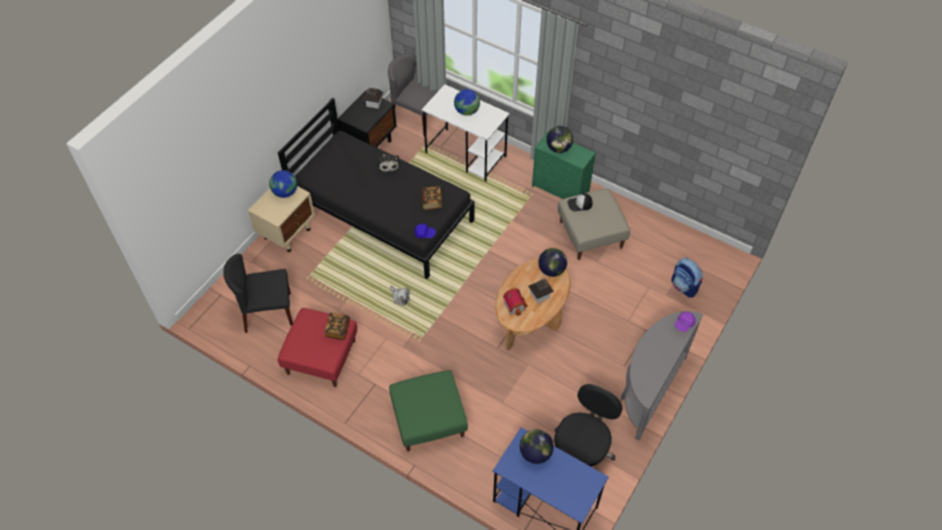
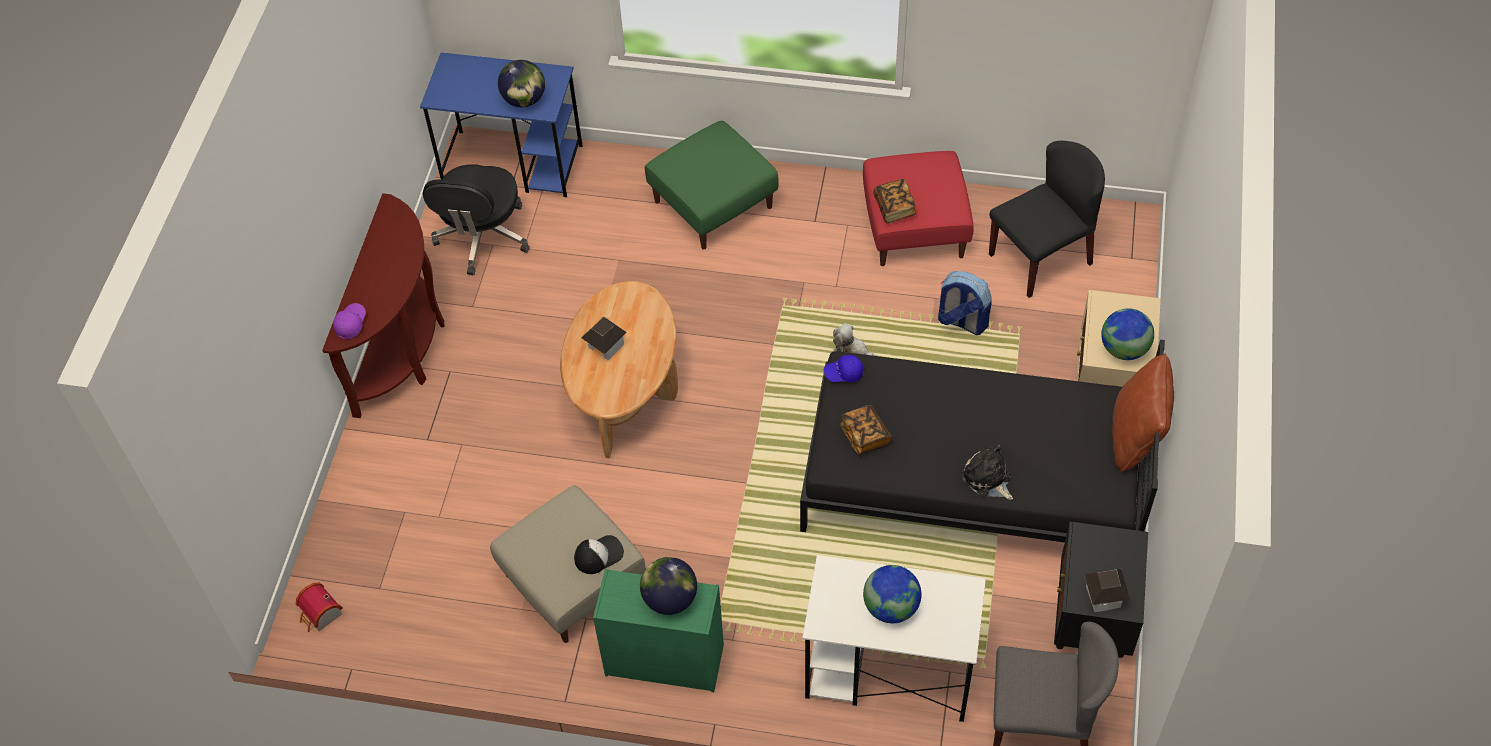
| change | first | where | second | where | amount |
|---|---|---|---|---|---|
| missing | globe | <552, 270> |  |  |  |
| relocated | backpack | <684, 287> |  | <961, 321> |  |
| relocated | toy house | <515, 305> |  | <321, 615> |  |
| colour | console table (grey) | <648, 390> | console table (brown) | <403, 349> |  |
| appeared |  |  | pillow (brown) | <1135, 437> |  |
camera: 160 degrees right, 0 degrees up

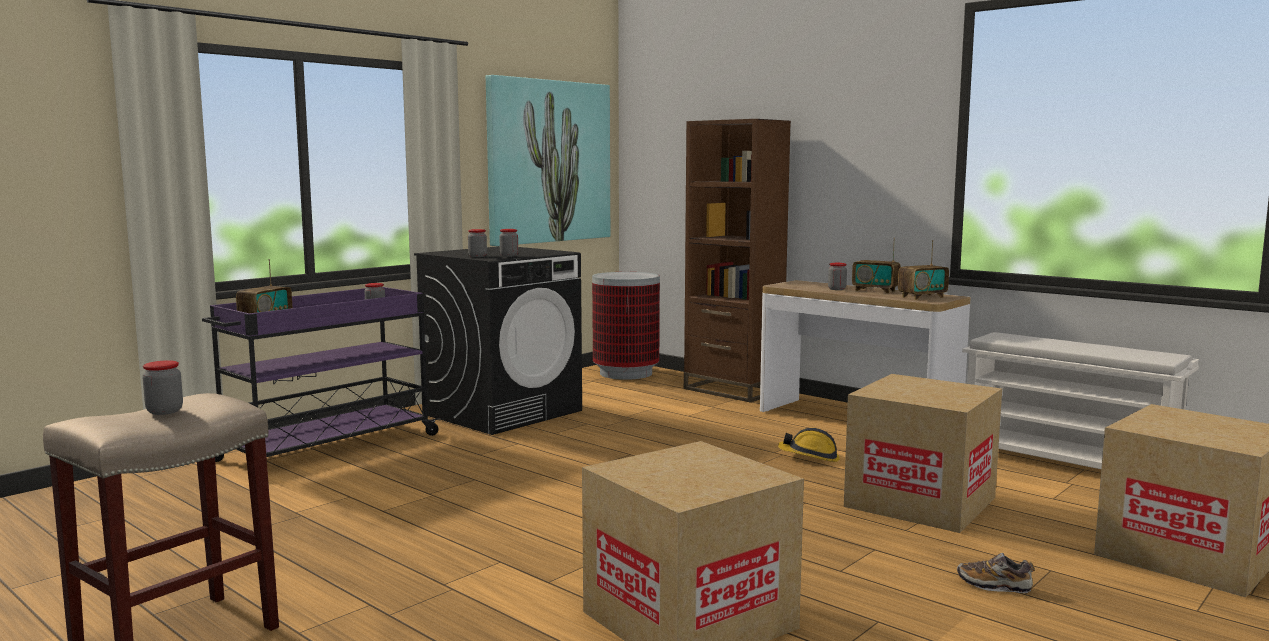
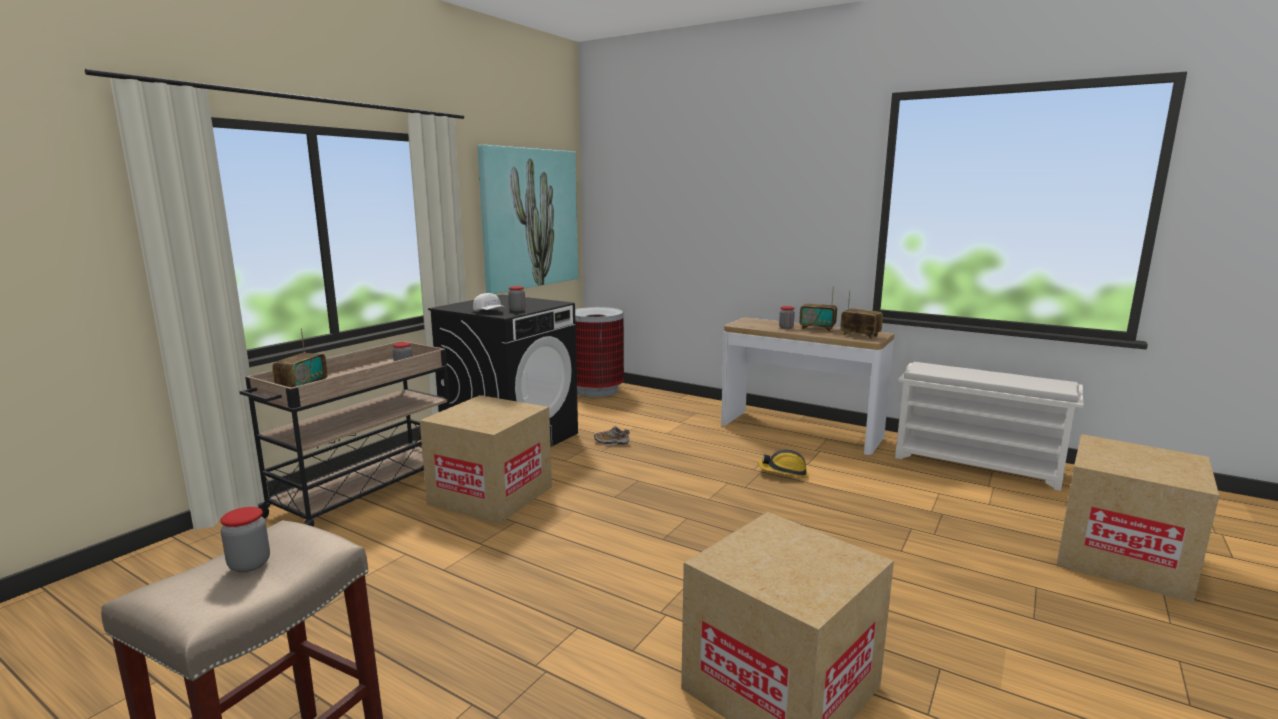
| change | first | where | second | where | amount |
|---|---|---|---|---|---|
| missing | bookcase (brown) | <733, 390> |  |  |  |
| exchanged | jar | <477, 256> | cap (white) | <489, 311> |  |
| spun | radio | <922, 297> |  | <860, 335> | 105 degrees counterclockwise |
| colour | cart (purple) | <326, 448> | cart (beige) | <365, 493> |  |
| relocated | cardboard box | <920, 502> |  | <491, 495> |  |
| relocated | shoe | <994, 585> |  | <612, 442> |  |
camera: 10 degrees left, 5 degrees up

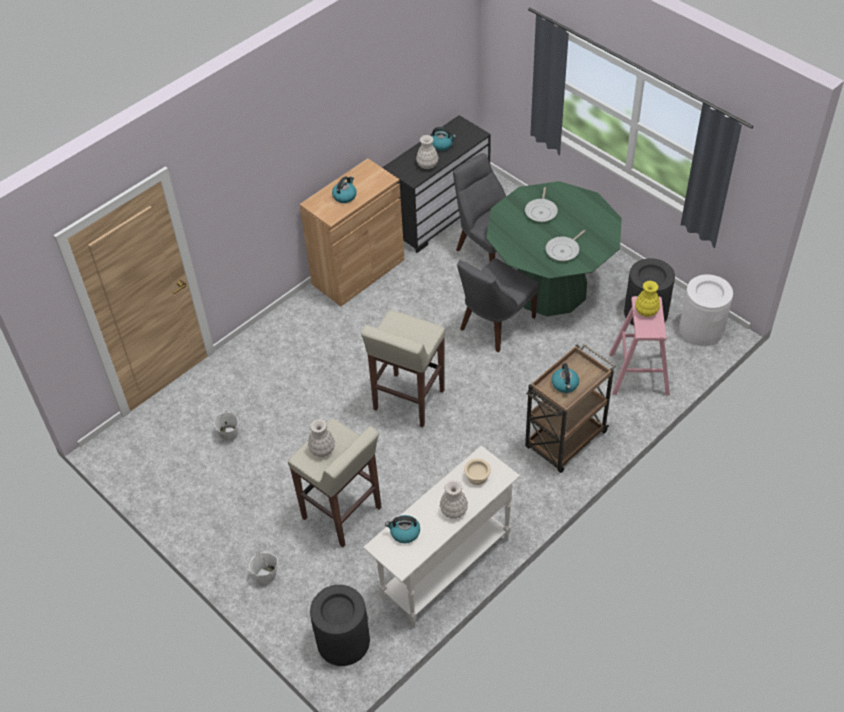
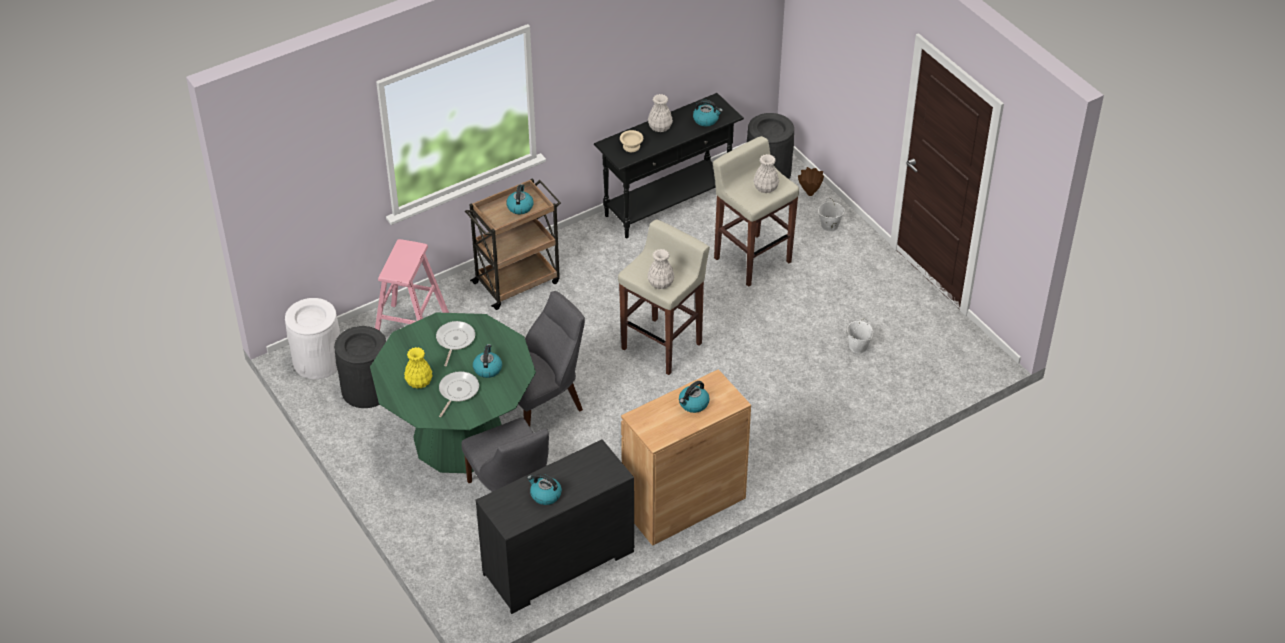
| change | first | where | second | where | amount |
|---|---|---|---|---|---|
| relocated | vase (white) | <427, 164> |  | <661, 284> |  |
| spun | frying pan | <564, 250> |  | <454, 340> | 45 degrees counterclockwise |
| relocated | vase (yellow) | <646, 311> |  | <419, 382> |  |
| colour | console table (white) | <445, 569> | console table (black) | <668, 204> |  |
| appeared |  |  | vase (brown) | <810, 193> |  |
| appeared |  |  | kettle | <487, 368> |  |
camera: 170 degrees left, 5 degrees down

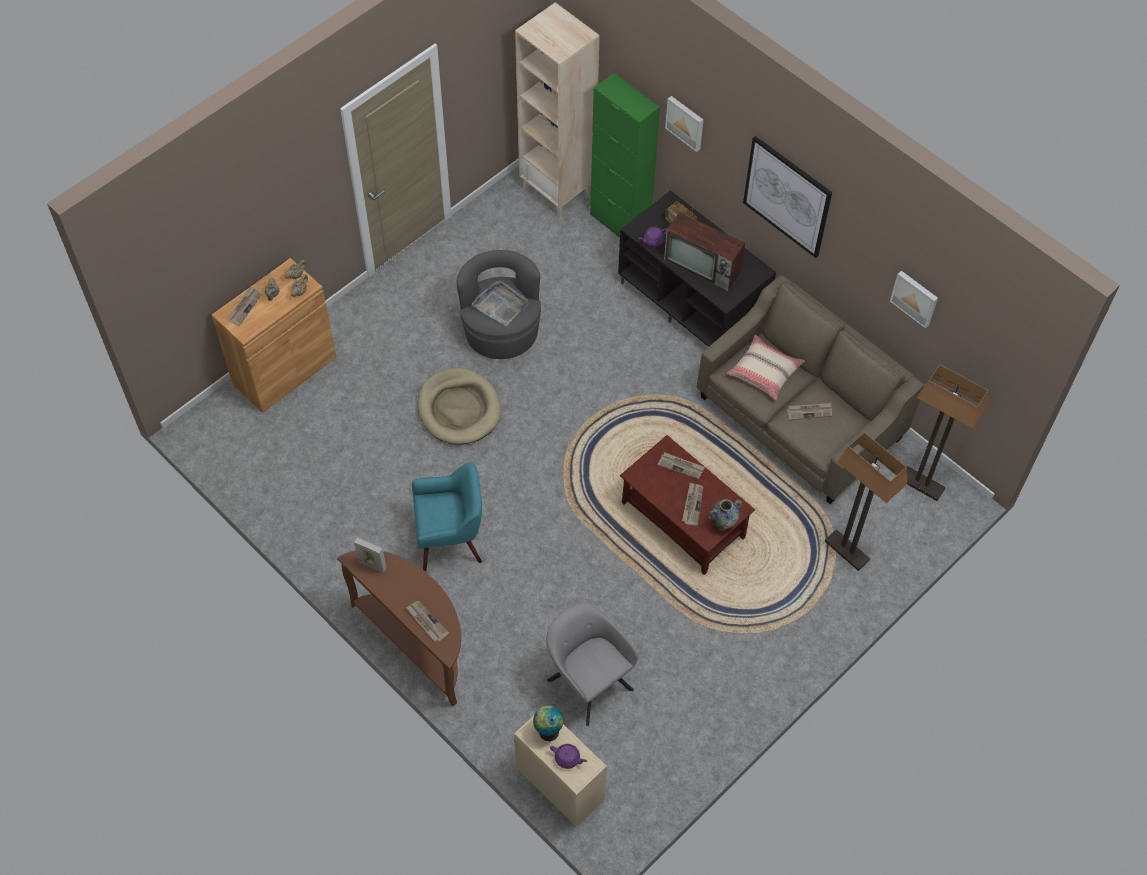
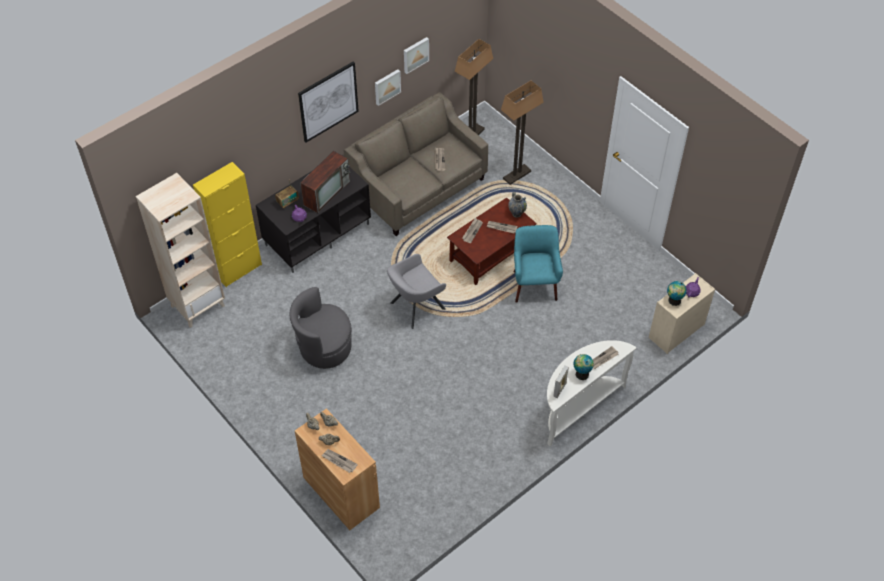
| change | first | where | second | where | amount |
|---|---|---|---|---|---|
| colour | cabinet (green) | <620, 224> | cabinet (yellow) | <238, 269> |  |
| relocated | picture | <685, 122> |  | <387, 86> |  |
| missing | tray (grey) | <501, 304> |  |  |  |
| missing | pillow (beige) | <764, 372> |  |  |  |
| missing | dog bed (beige) | <459, 409> |  |  |  |
| relocated | armchair (turquoise) | <450, 540> |  | <534, 285> |  |
| colour | console table (brown) | <417, 642> | console table (white) | <578, 407> |  |
| relocated | armchair (grey) | <587, 681> |  | <415, 307> |  |
| appeared |  |  | globe | <581, 373> |  |
camera: 85 degrees left, 5 degrees down

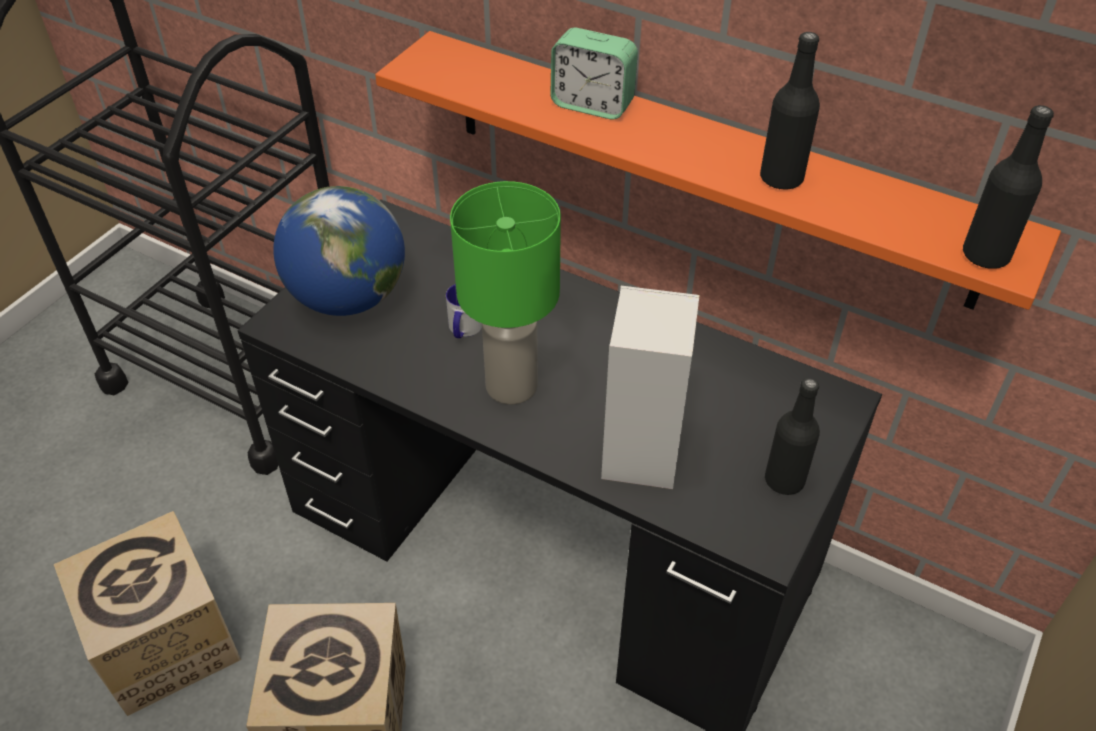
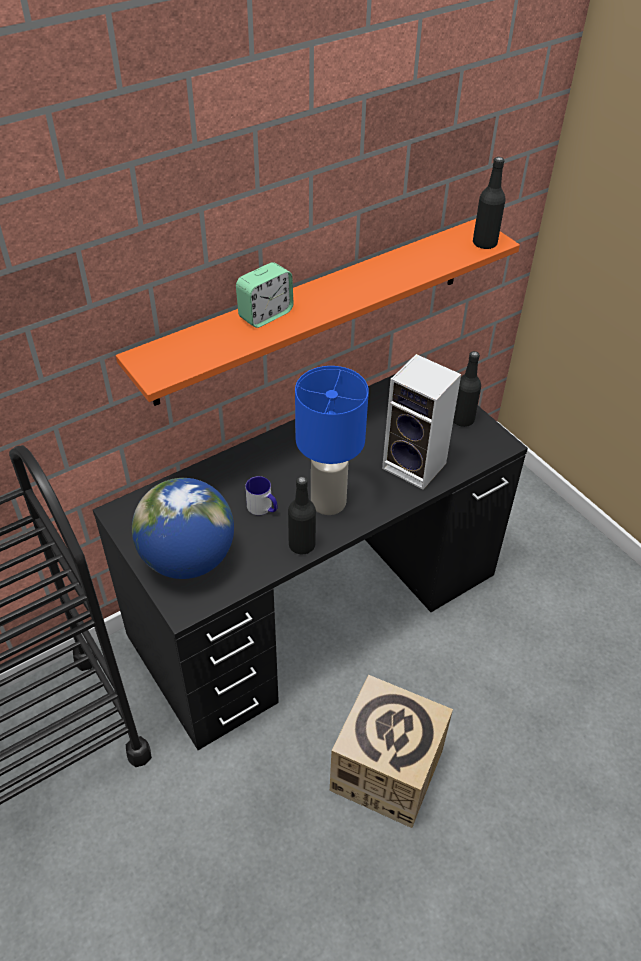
| change | first | where | second | where | amount |
|---|---|---|---|---|---|
| relocated | bottle (black) | <781, 178> |  | <302, 545> |  |
| colour | table lamp (green) | <512, 385> | table lamp (blue) | <327, 502> |  |
| missing | cardboard box | <165, 642> |  |  |  |
camera: 65 degrees left, 0 degrees up

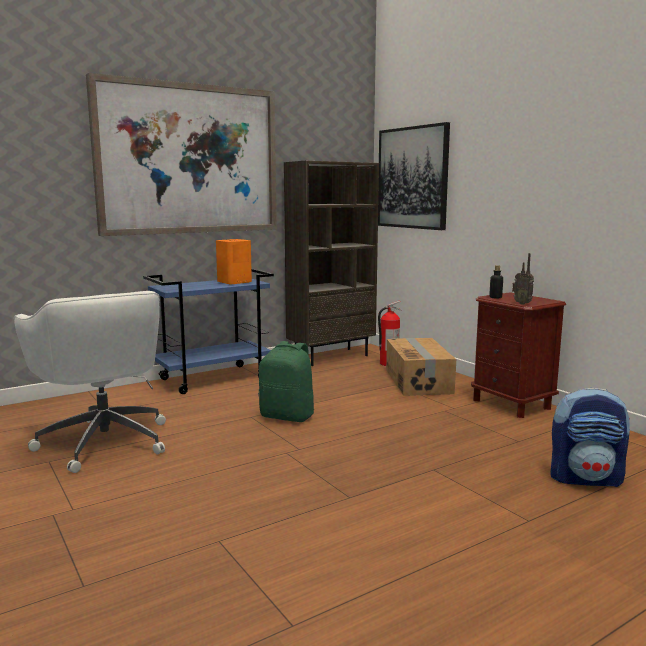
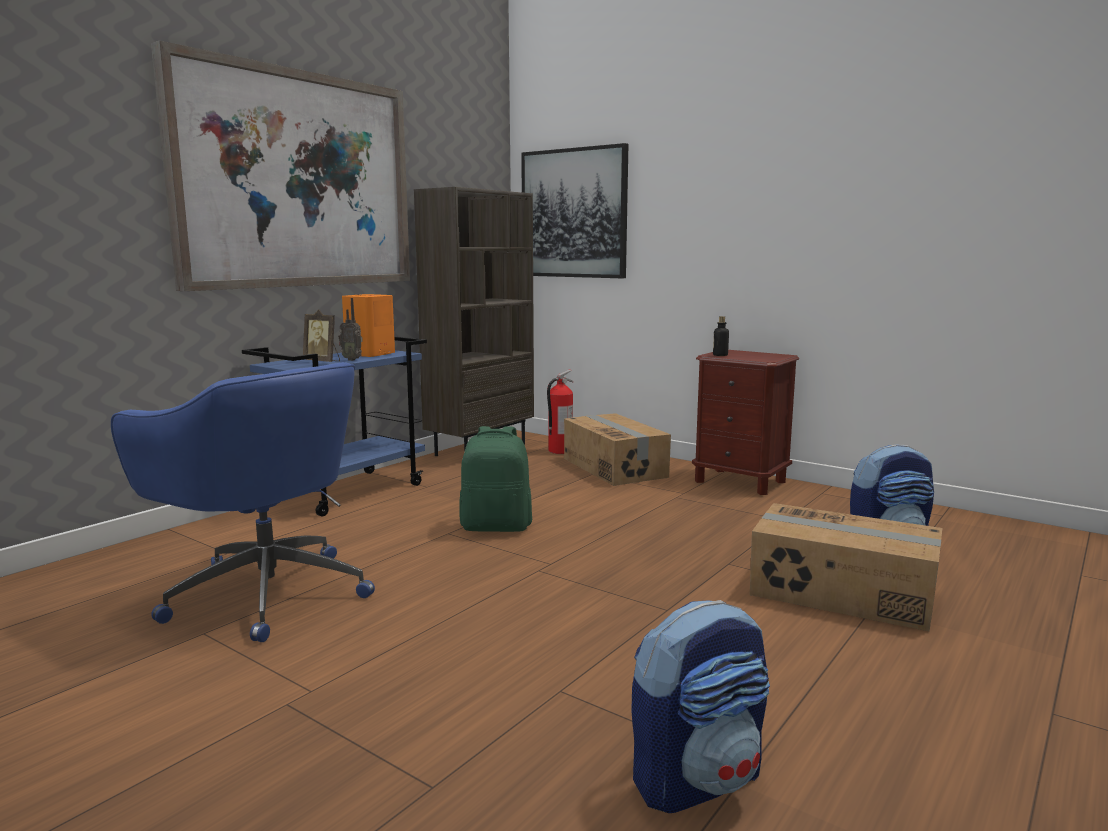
| change | first | where | second | where | amount |
|---|---|---|---|---|---|
| relocated | radio | <522, 303> |  | <352, 359> |  |
| colour | office chair (white) | <104, 441> | office chair (blue) | <265, 592> |  |
| appeared |  |  | picture frame | <323, 361> |  |
| appeared |  |  | cardboard box | <842, 593> |  |
| appeared |  |  | backpack | <697, 779> |  |
camera: 20 degrees left, 0 degrees up

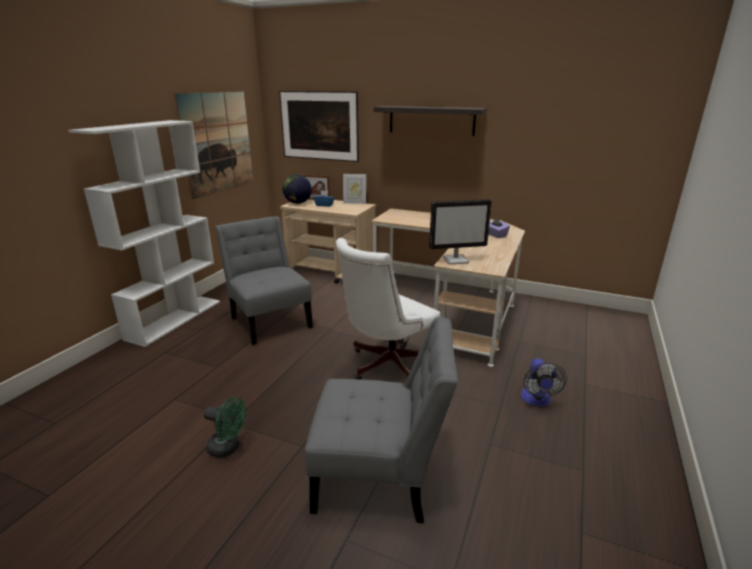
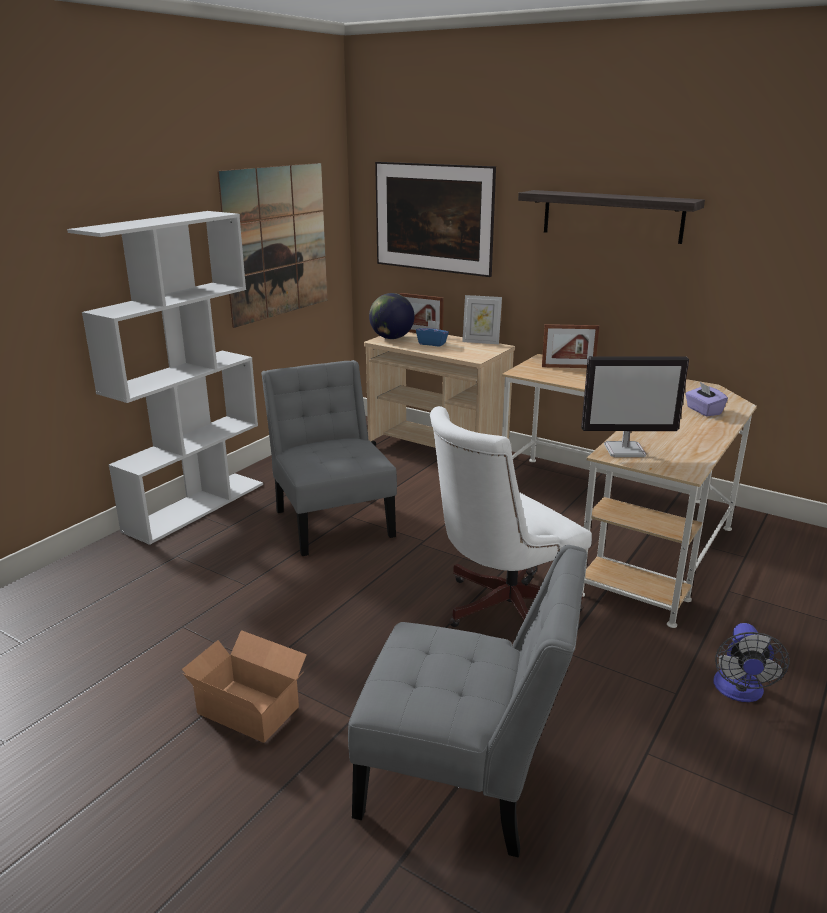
| change | first | where | second | where | amount |
|---|---|---|---|---|---|
| exchanged | fan (green) | <228, 448> | cardboard box | <249, 707> |  |
| appeared |  |  | picture frame | <568, 367> |  |
camera: 10 degrees right, 0 degrees up

